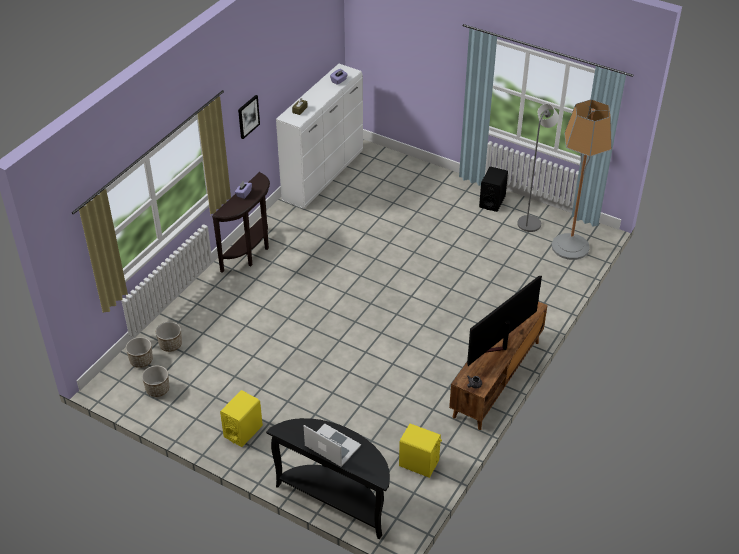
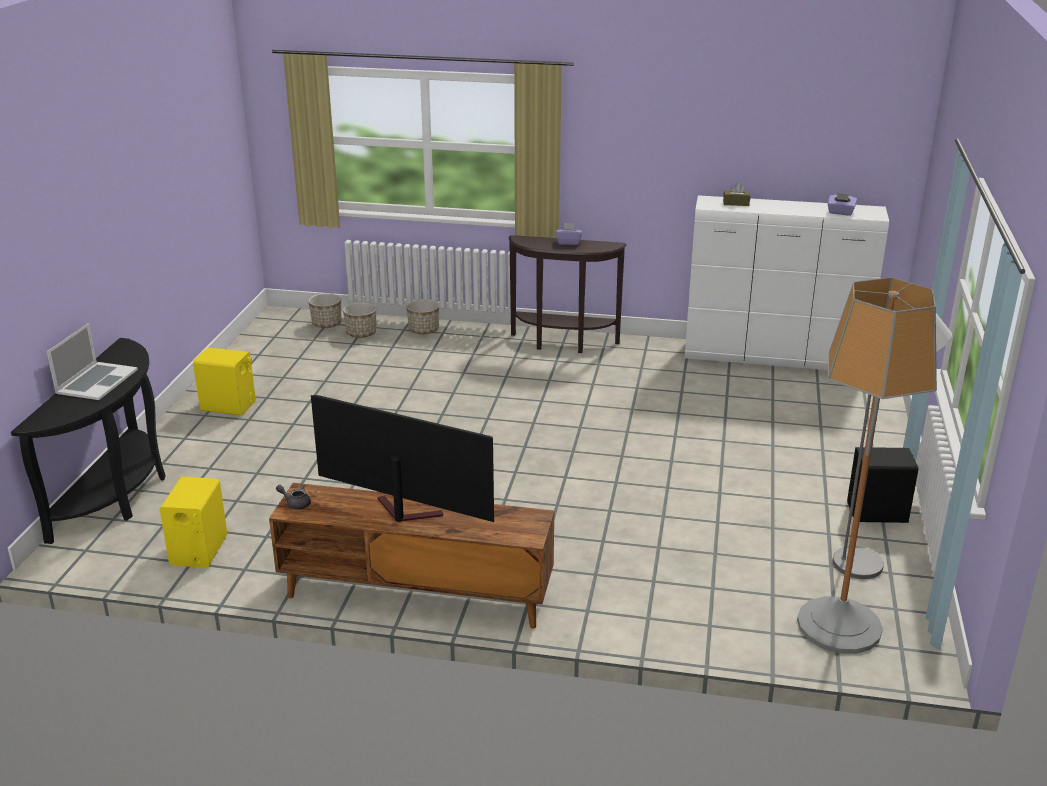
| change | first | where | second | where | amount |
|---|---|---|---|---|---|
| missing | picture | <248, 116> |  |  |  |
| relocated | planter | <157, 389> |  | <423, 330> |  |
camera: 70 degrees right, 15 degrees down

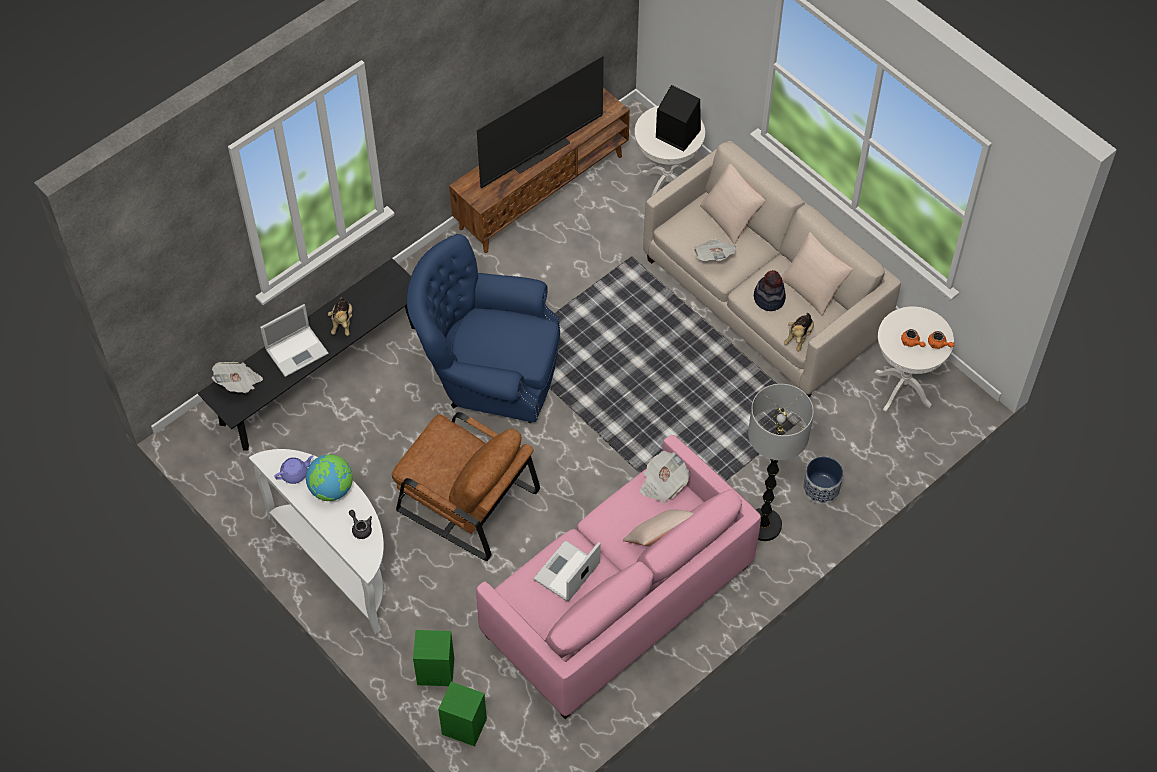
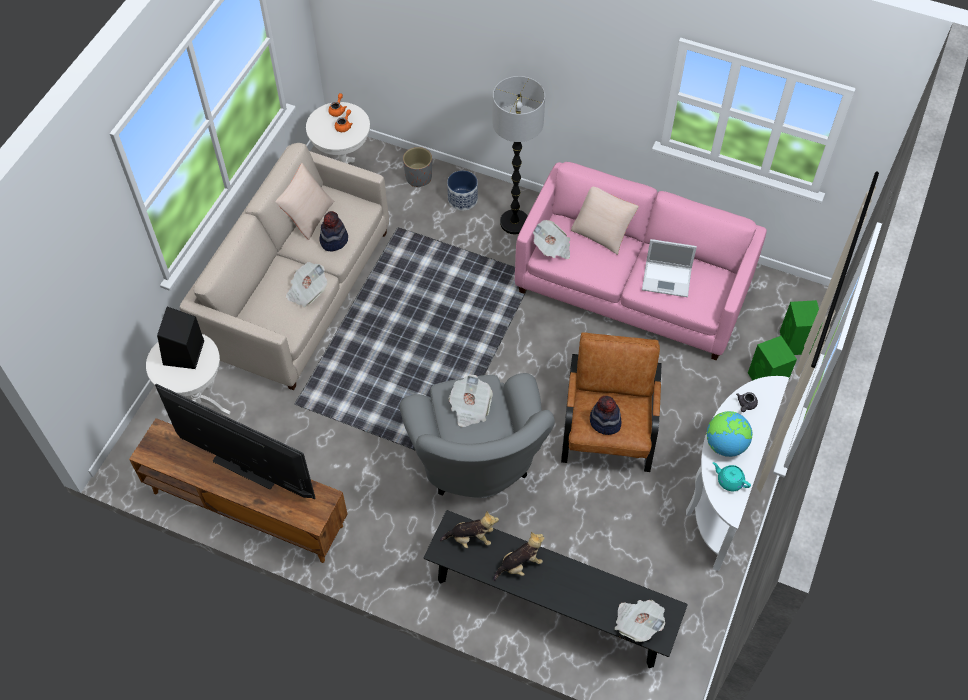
| change | first | where | second | where | amount |
|---|---|---|---|---|---|
| missing | pillow (beige) | <731, 217> |  |  |  |
| colour | armchair (blue) | <489, 374> | armchair (grey) | <477, 462> |  |
| missing | laptop | <297, 350> |  |  |  |
| relocated | plush toy | <799, 337> |  | <471, 538> |  |
| colour | teapot (purple) | <295, 474> | teapot (turquoise) | <729, 481> |  |
| appeared |  |  | planter (grey) | <418, 177> |  |
| appeared |  |  | newspaper | <470, 408> |  |
| appeared |  |  | hat | <605, 422> |  |
camera: 115 degrees left, 0 degrees up

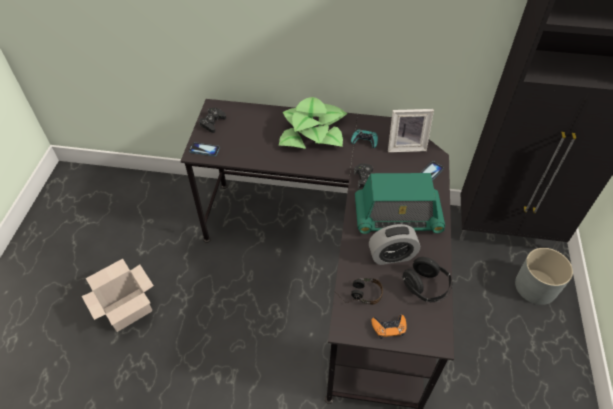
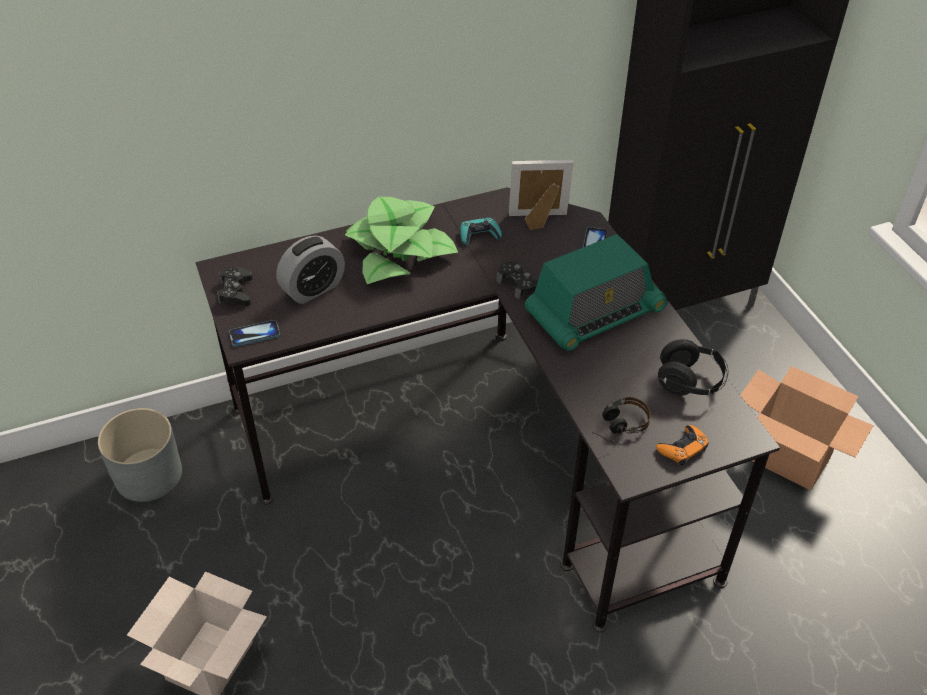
| change | first | where | second | where | amount |
|---|---|---|---|---|---|
| spun | picture frame | <406, 145> |  | <538, 221> | 150 degrees counterclockwise |
| relocated | alarm clock | <391, 256> |  | <313, 289> |  |
| relocated | planter (grey) | <536, 286> |  | <149, 474> |  |
| appeared |  |  | cardboard box | <789, 458> |  |
camera: 30 degrees left, 5 degrees down

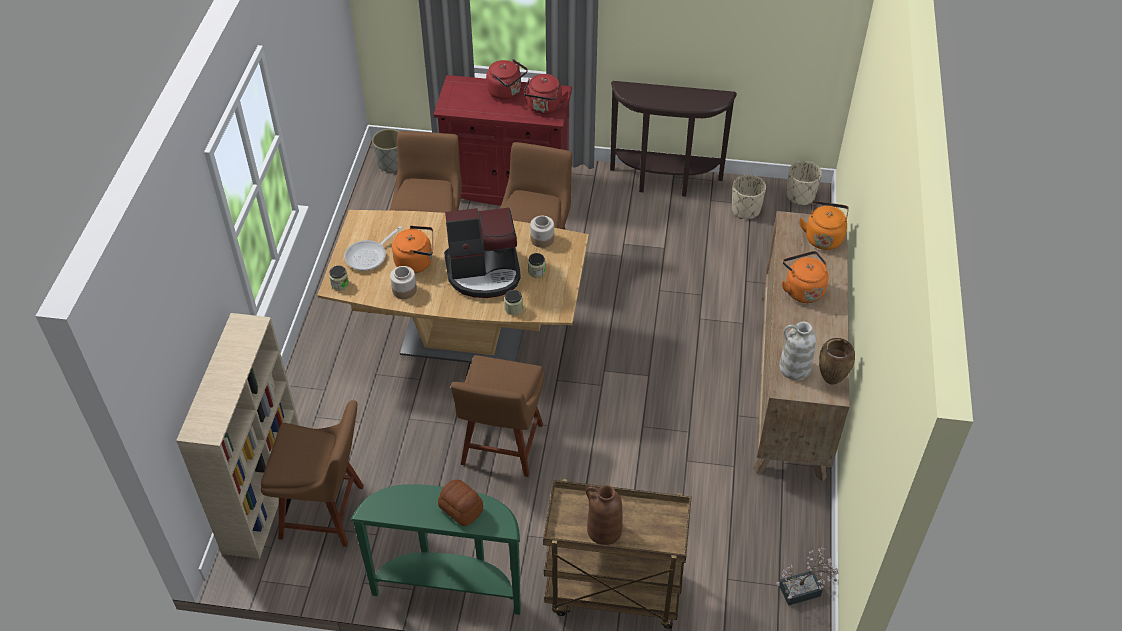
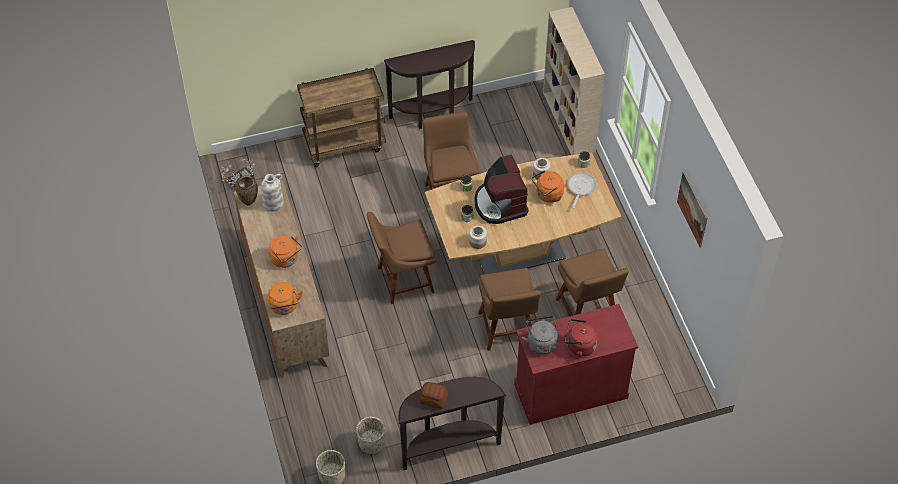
| change | first | where | second | where | amount |
|---|---|---|---|---|---|
| colour | kettle (red) | <544, 107> | kettle (grey) | <541, 342> |  |
| missing | planter (grey) | <391, 163> |  |  |  |
| spun | coffee machine | <484, 272> |  | <500, 204> | 75 degrees counterclockwise |
| relocated | chair (brown) | <327, 512> |  | <402, 280> |  |
| relocated | bread | <461, 508> |  | <433, 399> |  |
| colour | console table (green) | <449, 587> | console table (brown) | <433, 115> |  |
| missing | vase (brown) | <603, 530> |  |  |  |
| appeared |  |  | picture | <692, 209> |  |
camera: 155 degrees right, 5 degrees up

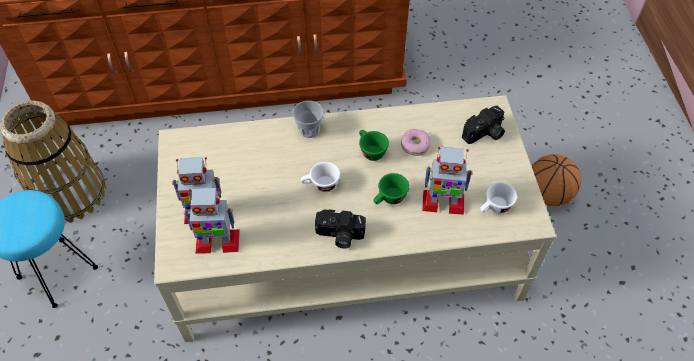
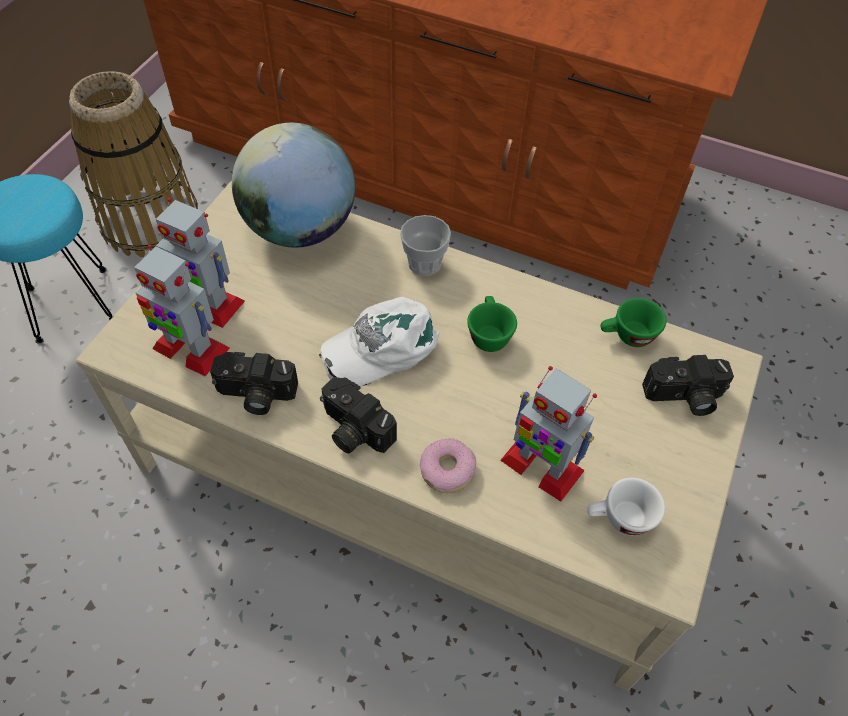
| change | first | where | second | where | amount |
|---|---|---|---|---|---|
| relocated | donut | <415, 145> |  | <447, 470> |  |
| missing | basketball | <547, 194> |  |  |  |
| exchanged | cup (white) | <321, 185> | cap (white) | <382, 346> |  |
| relocated | cup (green) | <389, 199> |  | <627, 336> |  |
| appeared |  |  | globe | <300, 229> |  |
| appeared |  |  | photo camera | <255, 395> |  |
camera: 30 degrees right, 0 degrees up

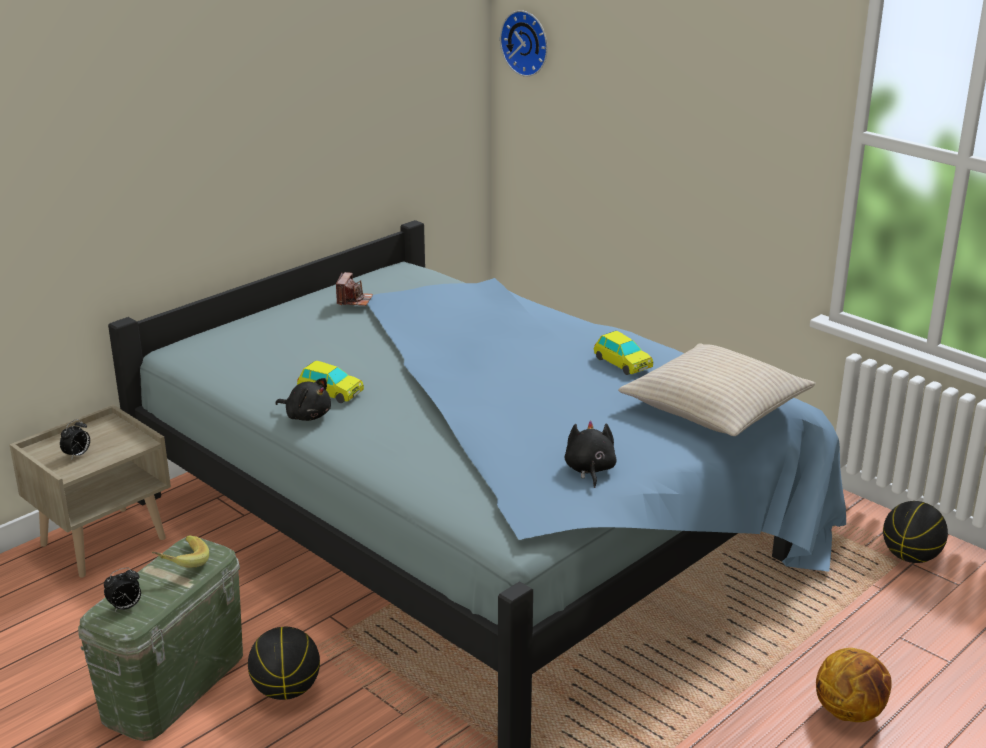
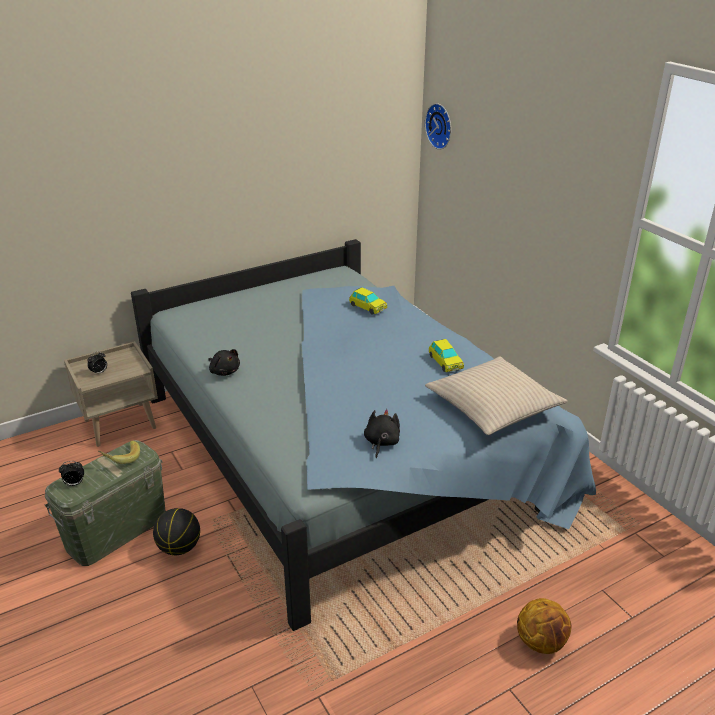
| change | first | where | second | where | amount |
|---|---|---|---|---|---|
| missing | photo camera | <354, 300> |  |  |  |
| relocated | toy car | <330, 392> |  | <368, 307> |  |
| missing | basketball | <911, 557> |  |  |  |
camera: 15 degrees right, 5 degrees up

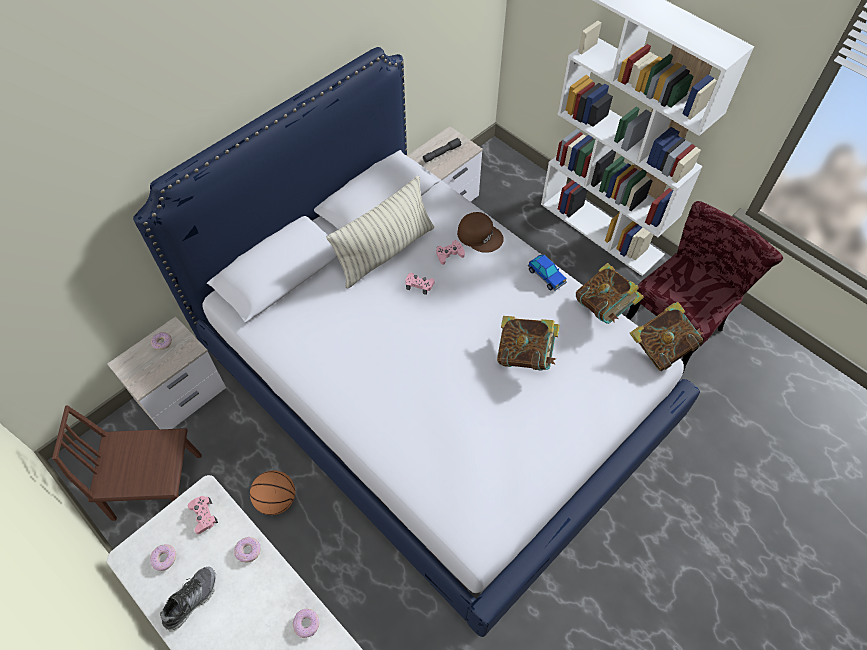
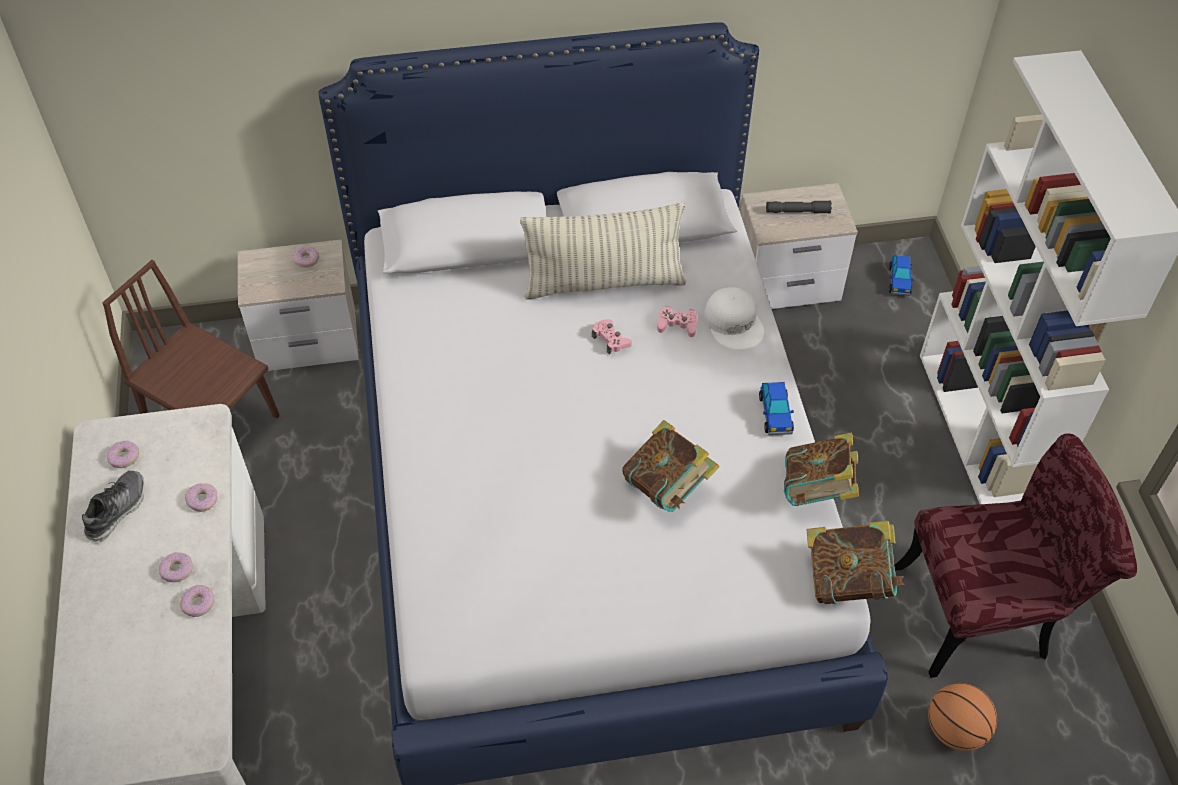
| change | first | where | second | where | amount |
|---|---|---|---|---|---|
| colour | cap (brown) | <480, 235> | cap (white) | <734, 323> |  |
| relocated | basketball | <276, 500> |  | <955, 730> |  |
| missing | game controller (pink) | <203, 515> |  |  |  |
| spun | shoe | <191, 599> |  | <117, 510> | 45 degrees counterclockwise |
| appeared |  |  | toy car | <899, 281> |  |
| appeared |  |  | donut | <177, 570> |  |
camera: 35 degrees right, 5 degrees down

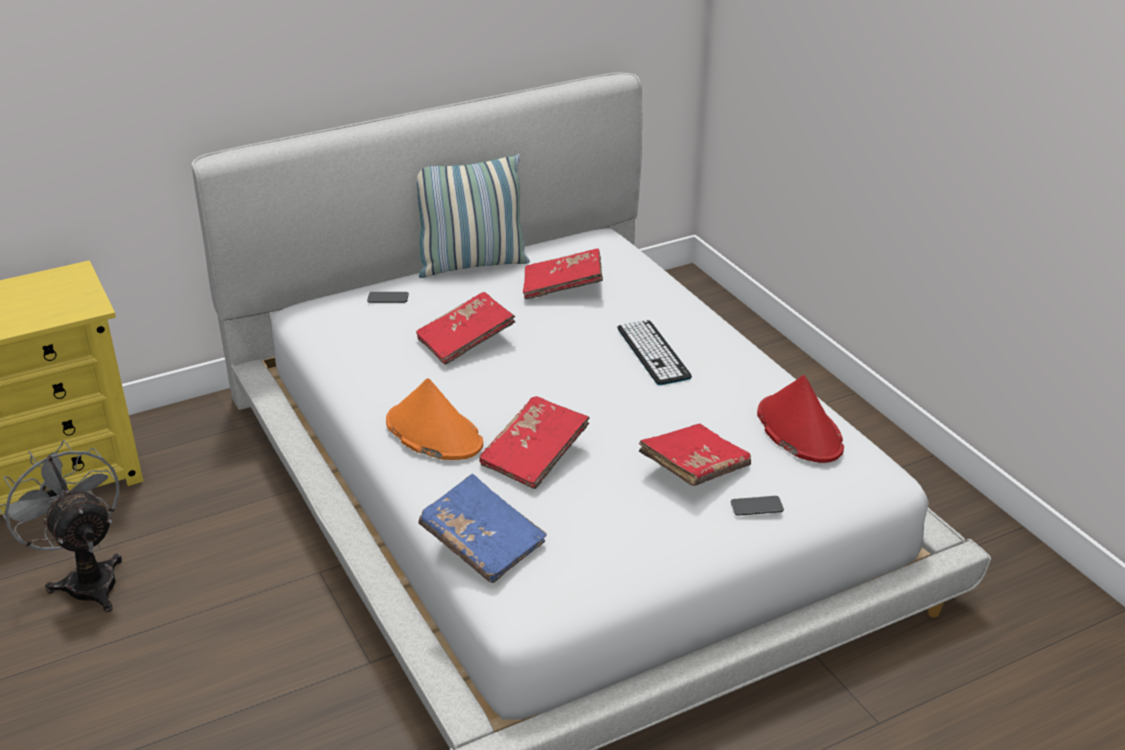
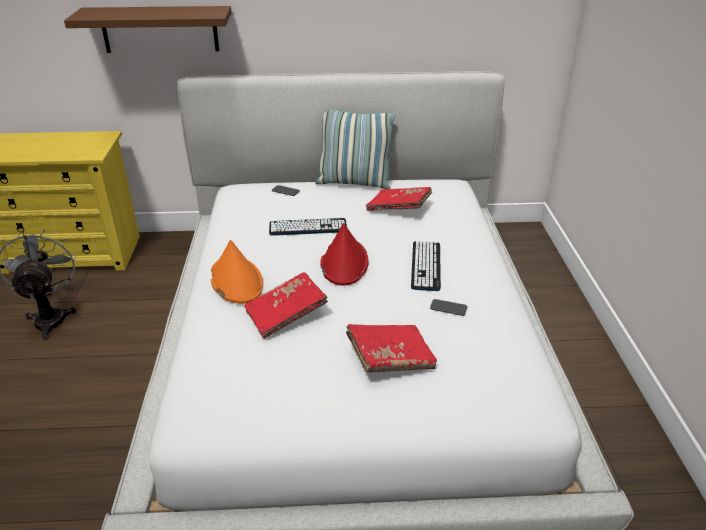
| change | first | where | second | where | amount |
|---|---|---|---|---|---|
| exchanged | book (red) | <465, 341> | keyboard | <308, 227> |  |
| relocated | hat (red) | <798, 430> |  | <344, 263> |  |
| missing | book (blue) | <482, 543> |  |  |  |
| relocated | phone | <756, 506> |  | <448, 308> |  |
| appeared |  |  | shelf (brown) | <160, 29> |  |
camera: 25 degrees right, 0 degrees up

